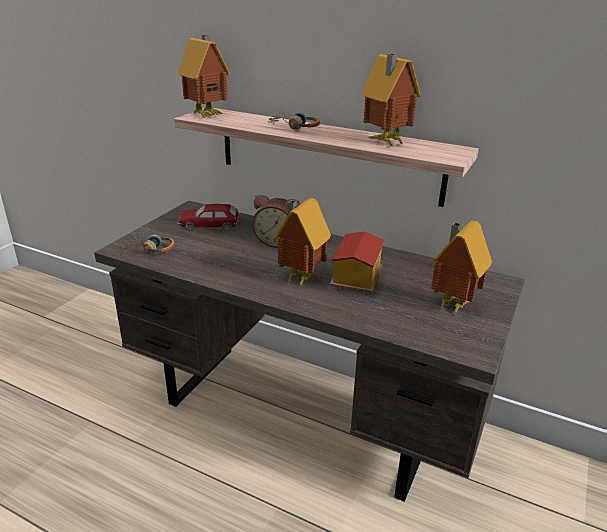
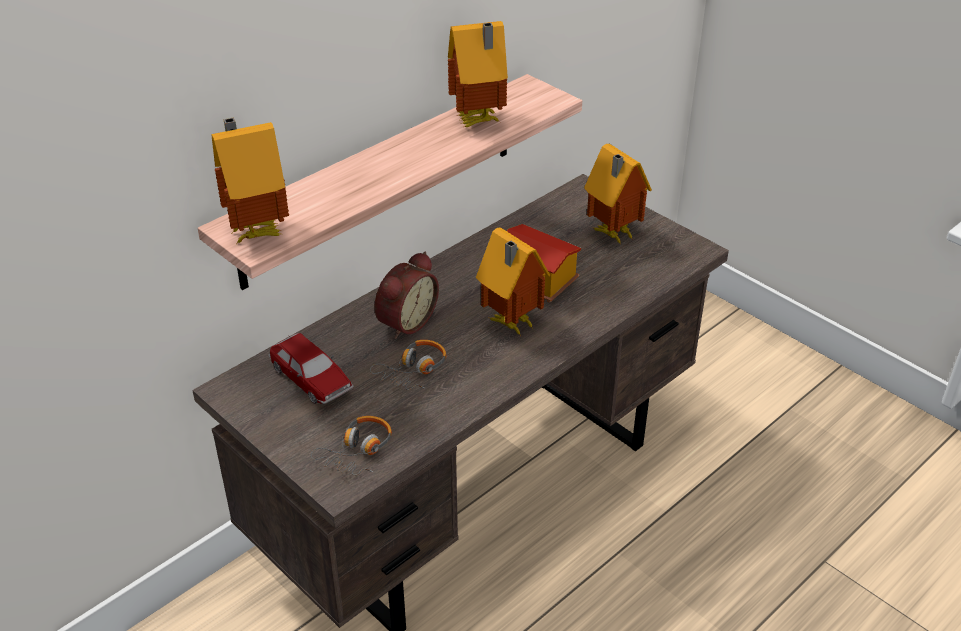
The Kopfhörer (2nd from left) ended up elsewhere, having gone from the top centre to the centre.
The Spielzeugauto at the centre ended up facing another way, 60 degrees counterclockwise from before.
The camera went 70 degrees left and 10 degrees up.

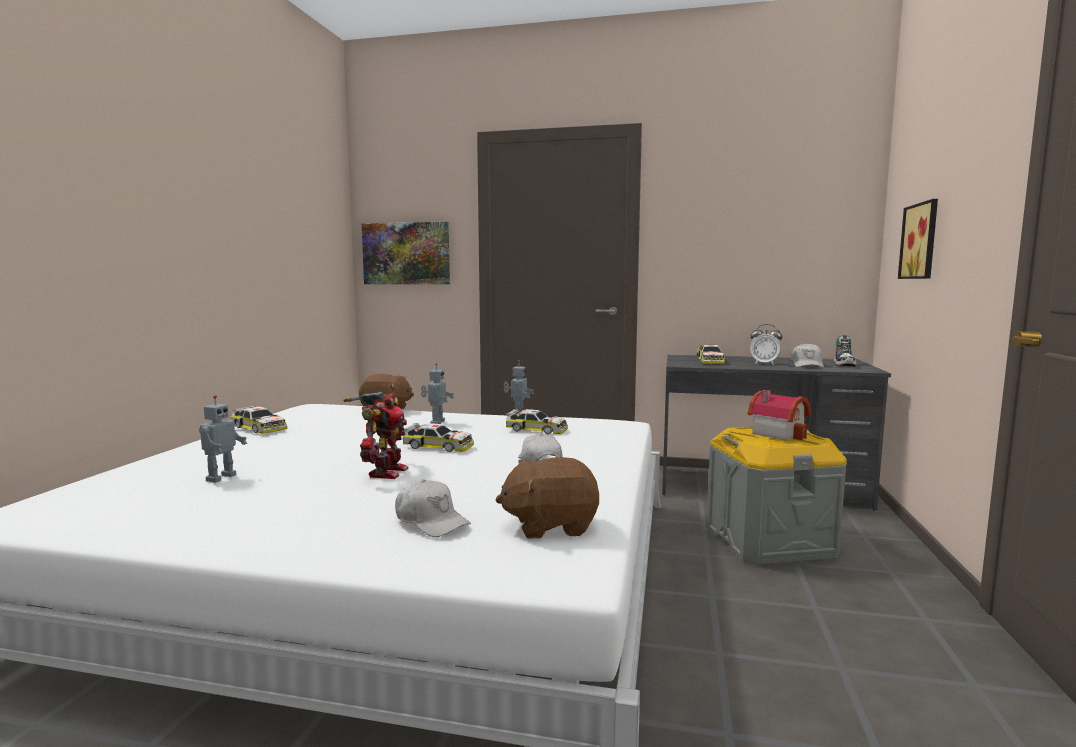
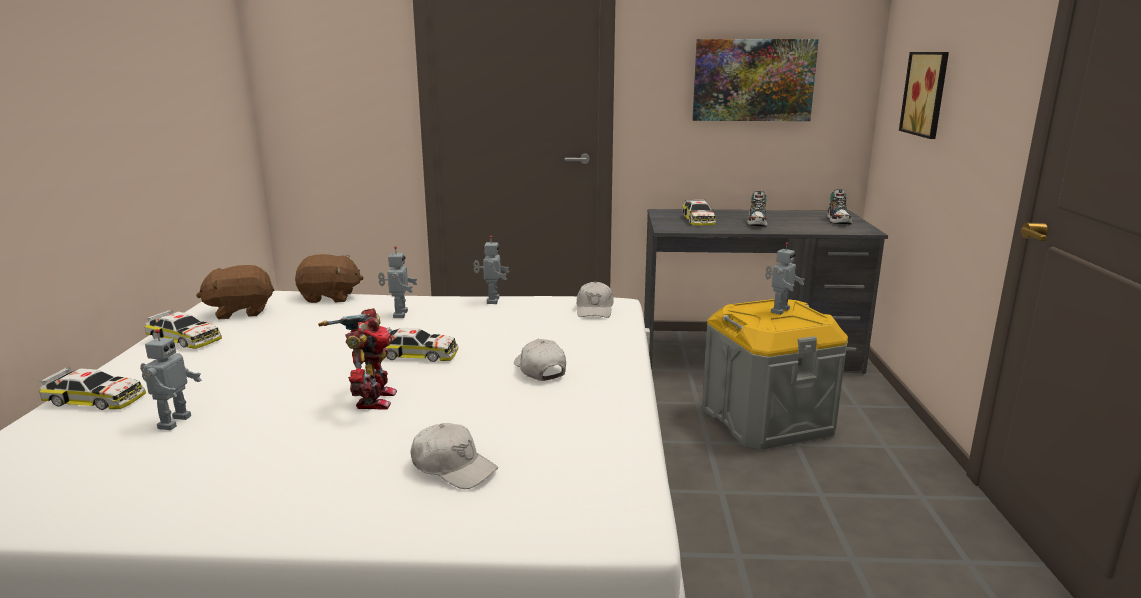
The Bild (1st from left) ended up elsewhere, having gone from the centre to the top centre.
Where the Wecker stood at the middle right, the Schuh (1st from left) came to stand at the centre.
The Kappe/weiß (3rd from left) ended up elsewhere, having gone from the middle right to the centre.
Where the Spielzeughaus stood at the middle right, the Spielzeugroboter (5th from left) came to stand at the middle right.
The Spielzeugauto (3rd from left in the first image) ended up elsewhere, having gone from the centre to the middle left.
The Plüschtier/braun (2nd from left in the first image) ended up elsewhere, having gone from the bottom centre to the middle left.
The camera went 10 degrees left and 10 degrees up.

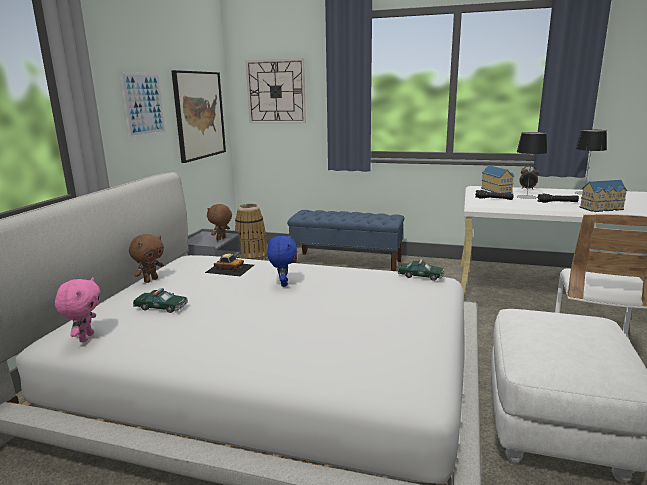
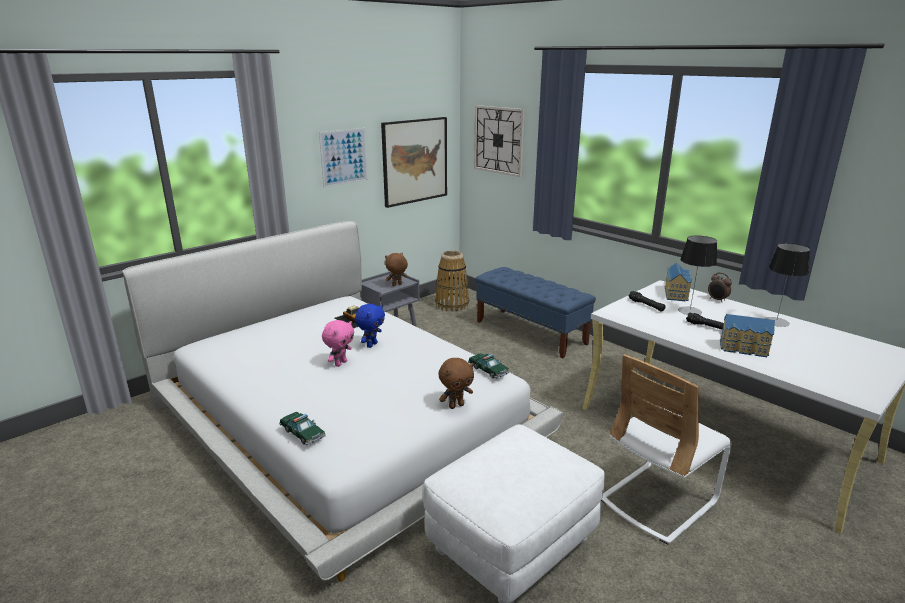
The Plüschtier/braun (1st from left in the first image) ended up elsewhere, having gone from the middle left to the centre.
The Plüschtier/rosa ended up elsewhere, having gone from the middle left to the centre.
The Spielzeugauto (1st from left) ended up elsewhere, having gone from the middle left to the bottom centre.
The camera went 30 degrees right and 5 degrees up.

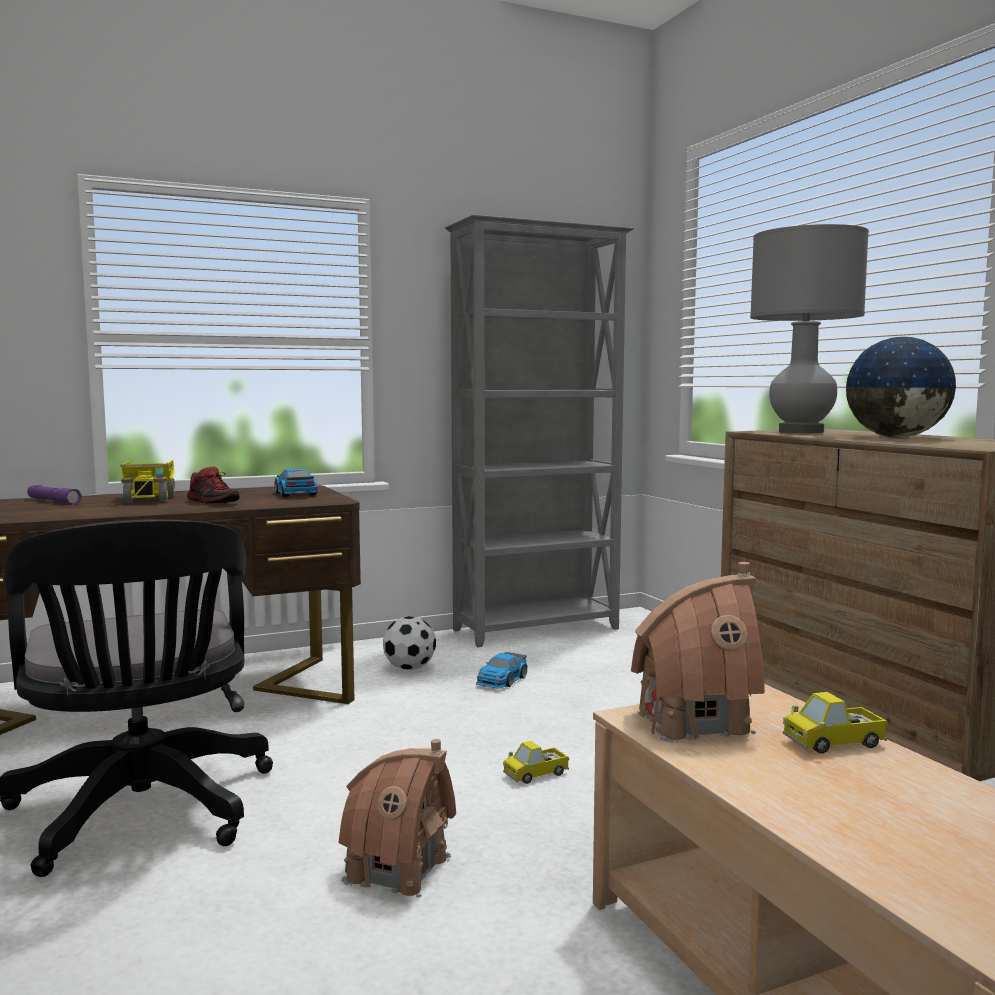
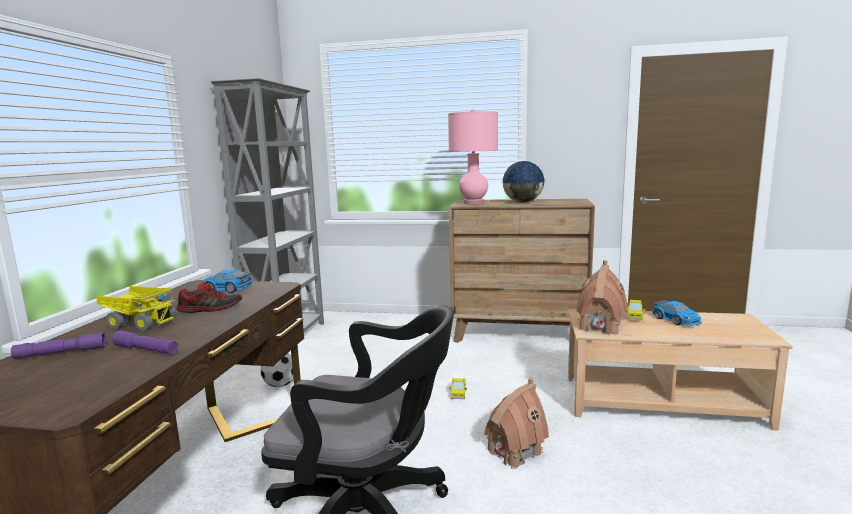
What was the Tischlampe/grau at the top right turned into the Tischlampe/rosa at the top centre.
The Spielzeugauto (2nd from left) ended up elsewhere, having gone from the bottom centre to the middle right.
The second view gained the Taschenlampe/lila (2nd from left) at the middle left.
The camera went 55 degrees left and 5 degrees up.

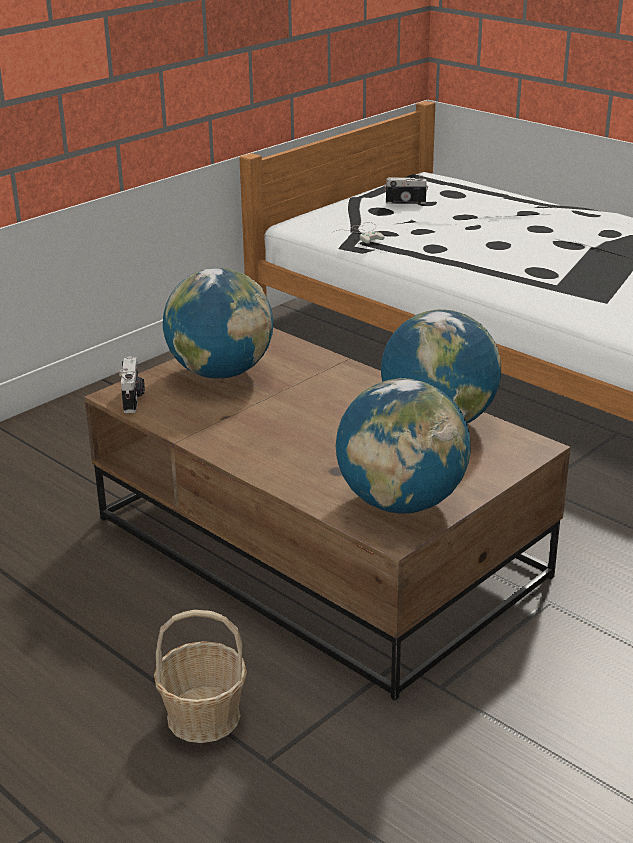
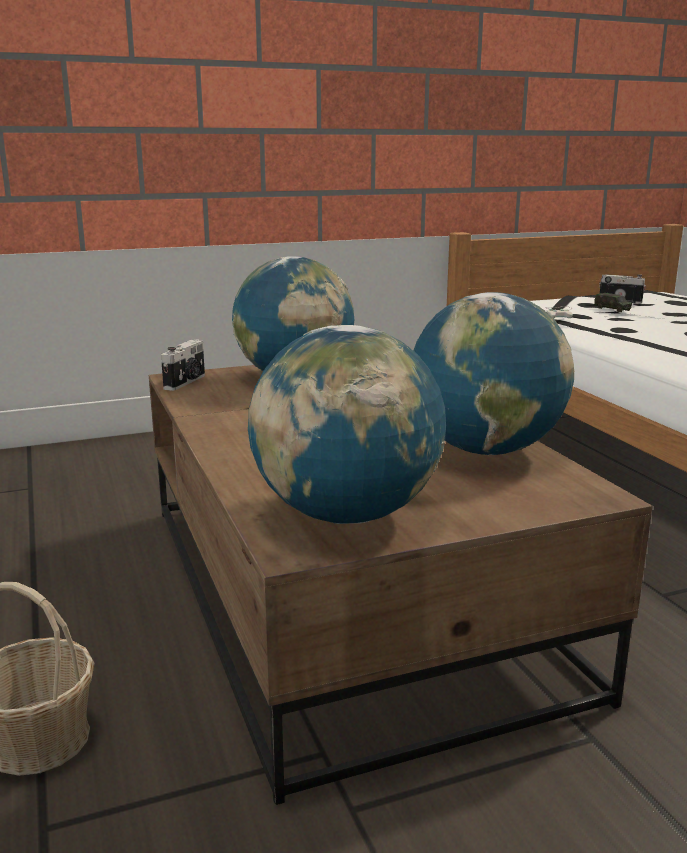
The second view gained the Spielzeugauto at the middle right.
The camera went 25 degrees right and 10 degrees down.

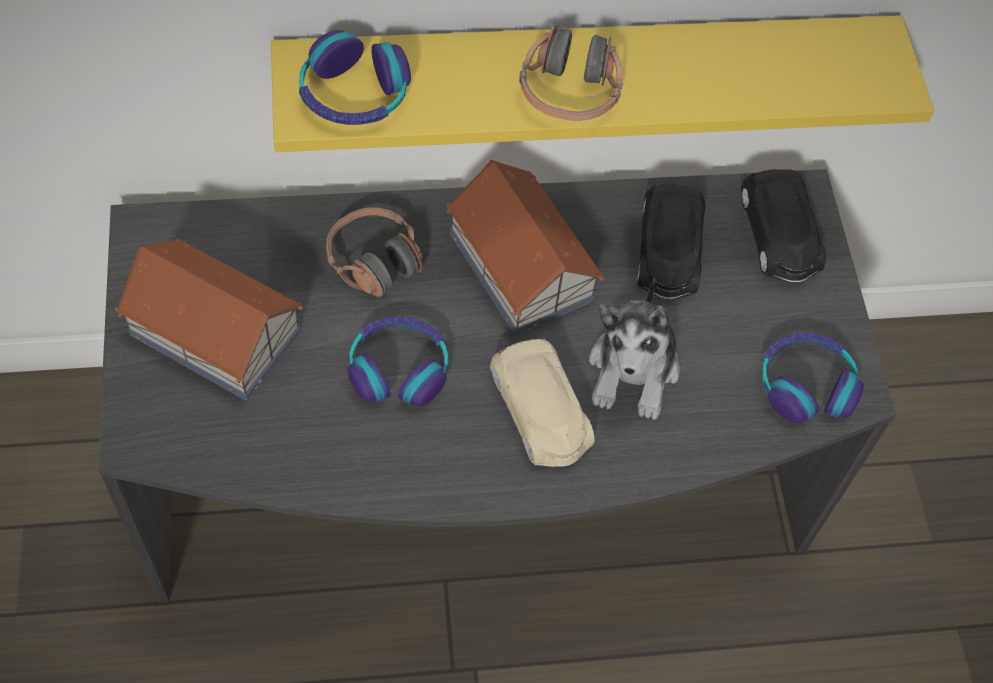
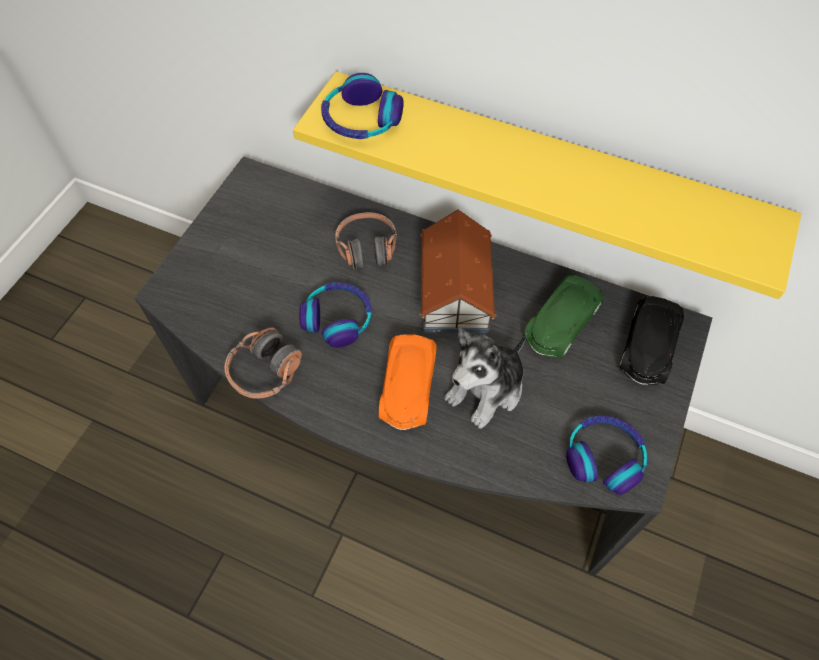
The Kopfhörer (4th from left in the first image) ended up elsewhere, having gone from the top centre to the middle left.
What was the Spielzeugauto/schwarz (1st from left) at the middle right turned into the Spielzeugauto/grün at the middle right.
The second view lost the Spielzeughaus (1st from left) at the middle left.
What was the Spielzeugauto/beige at the centre turned into the Spielzeugauto/orange at the centre.
The camera went 35 degrees right and 0 degrees up.

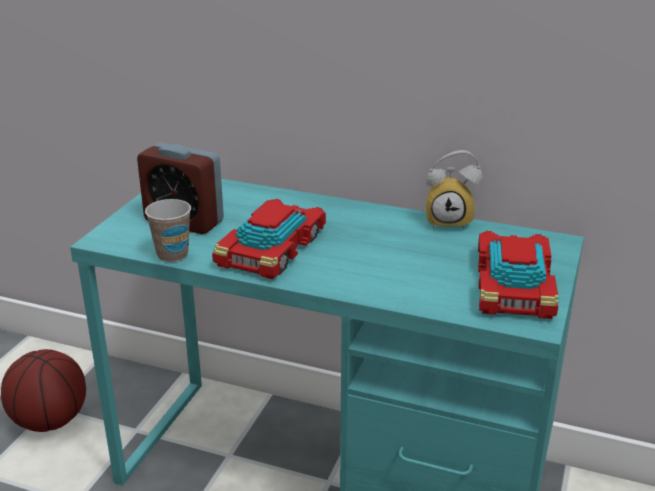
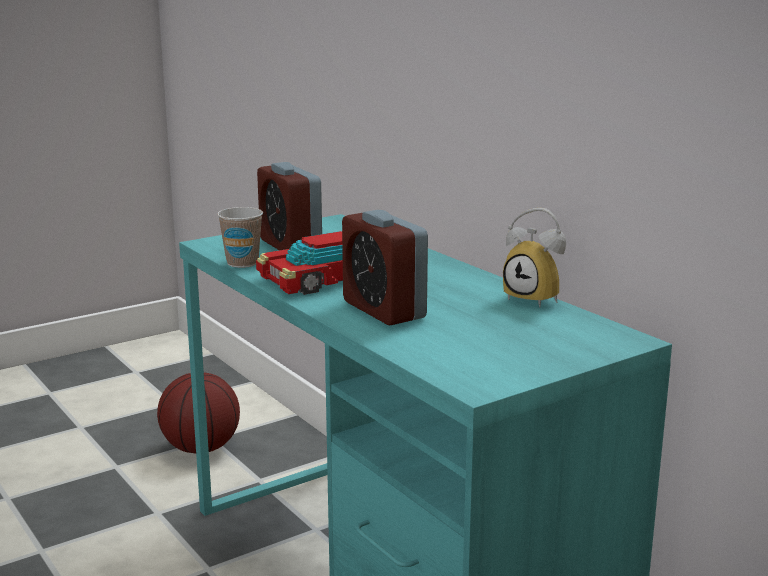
The second view lost the Spielzeugauto (2nd from left) at the middle right.
The second view gained the Wecker (2nd from left) at the centre.
The camera went 35 degrees right and 10 degrees down.

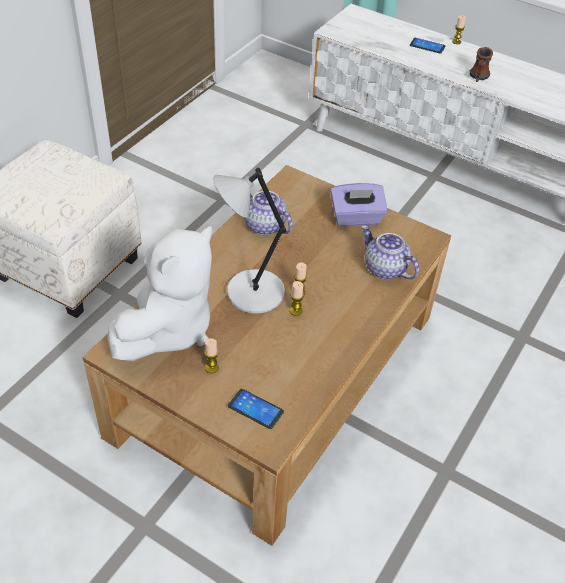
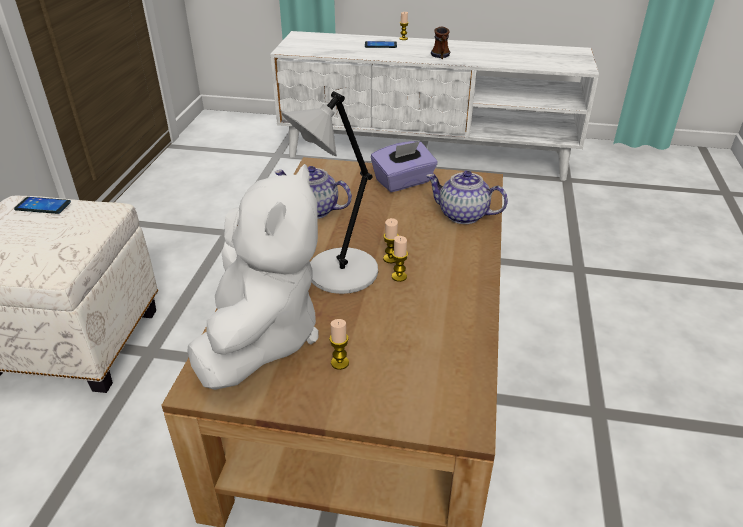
The Handy (1st from left) ended up elsewhere, having gone from the bottom centre to the middle left.
The camera went 20 degrees left and 10 degrees down.

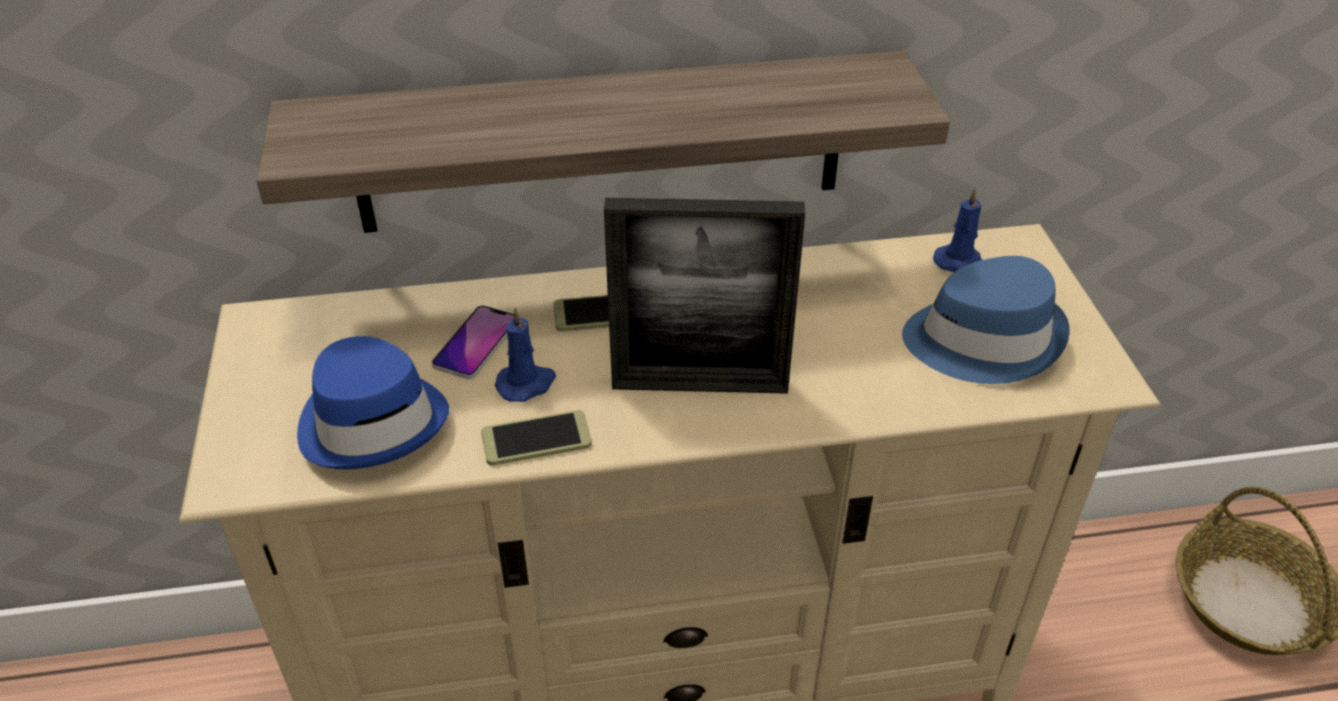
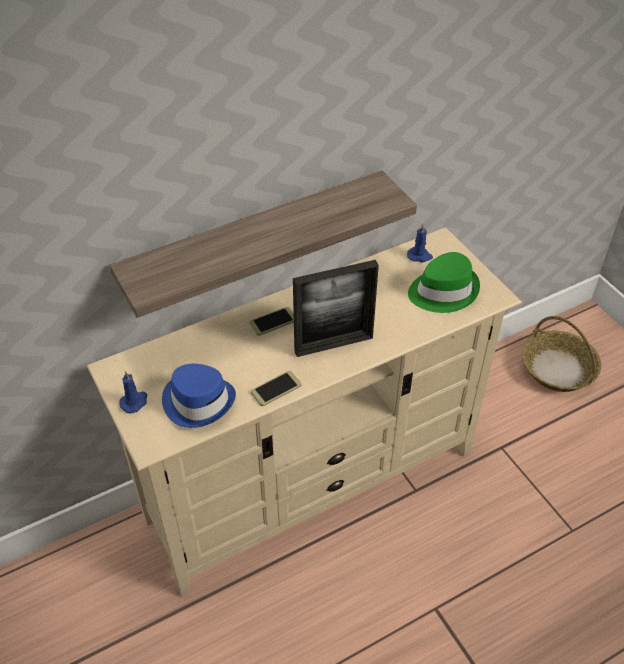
What was the Hut/blau (2nd from left) at the middle right turned into the Hut/grün at the middle right.
The second view lost the Handy (1st from left) at the centre.
The Kerze/blau (1st from left) ended up elsewhere, having gone from the centre to the middle left.
The camera went 20 degrees left and 5 degrees up.

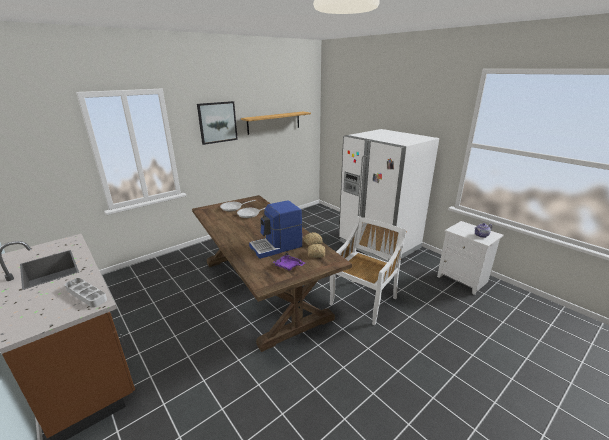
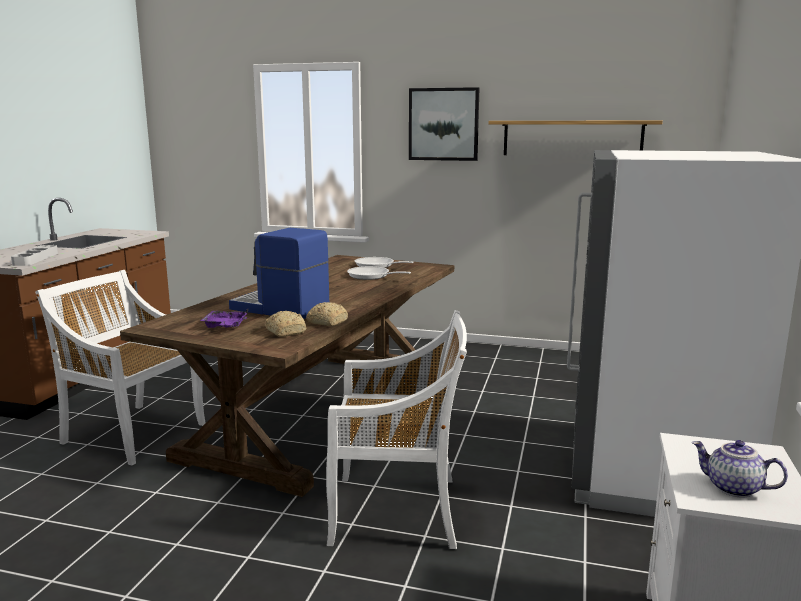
The second view gained the Stuhl/weiß (1st from left) at the middle left.
The camera went 55 degrees right and 10 degrees down.

